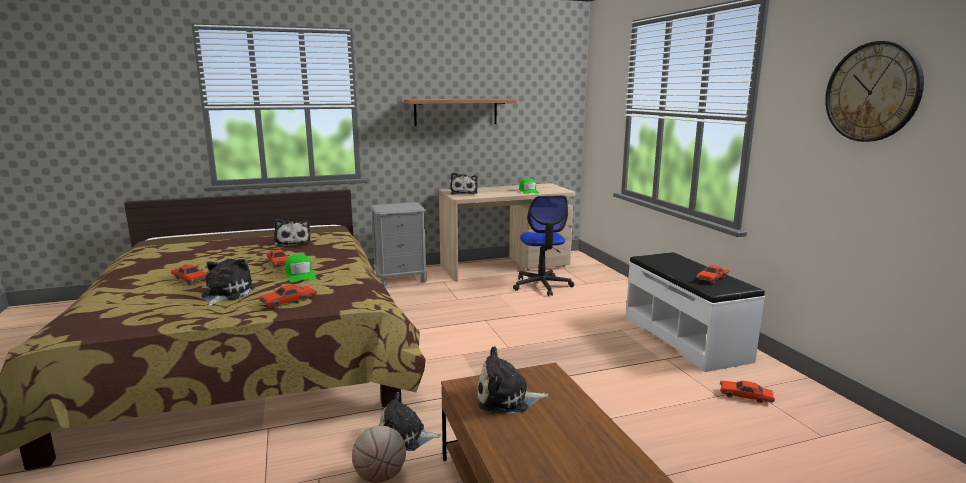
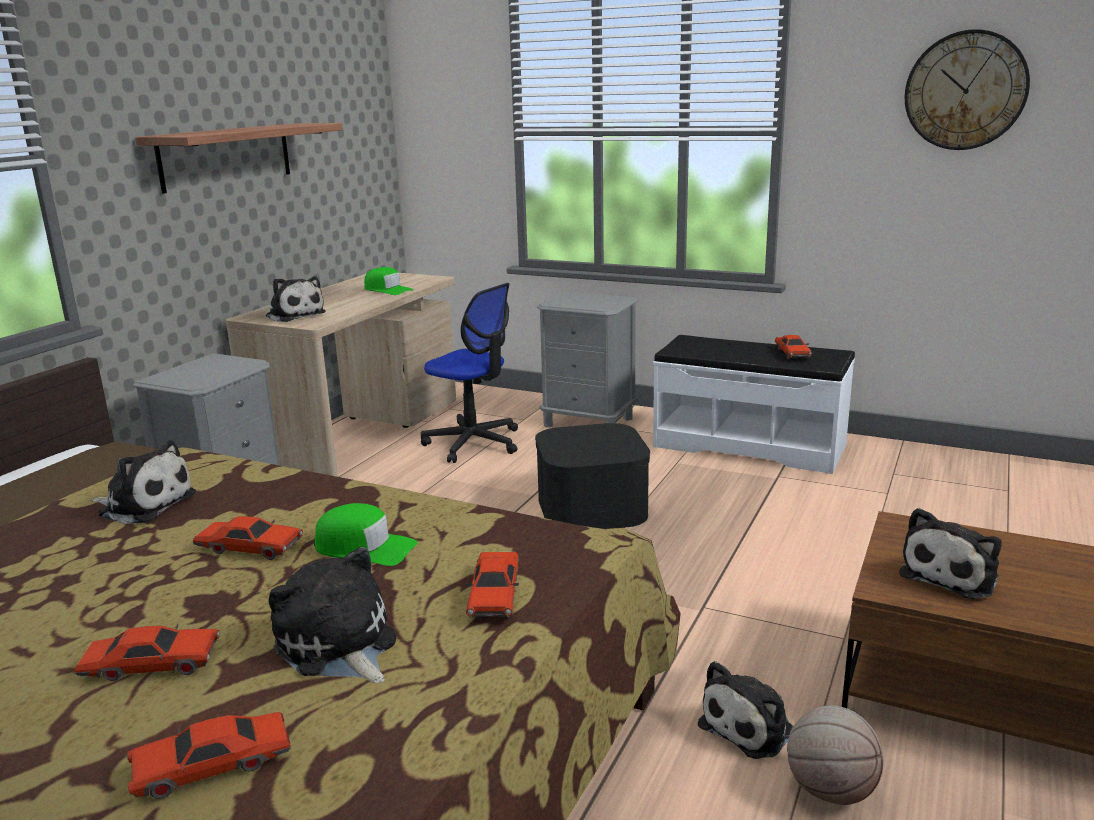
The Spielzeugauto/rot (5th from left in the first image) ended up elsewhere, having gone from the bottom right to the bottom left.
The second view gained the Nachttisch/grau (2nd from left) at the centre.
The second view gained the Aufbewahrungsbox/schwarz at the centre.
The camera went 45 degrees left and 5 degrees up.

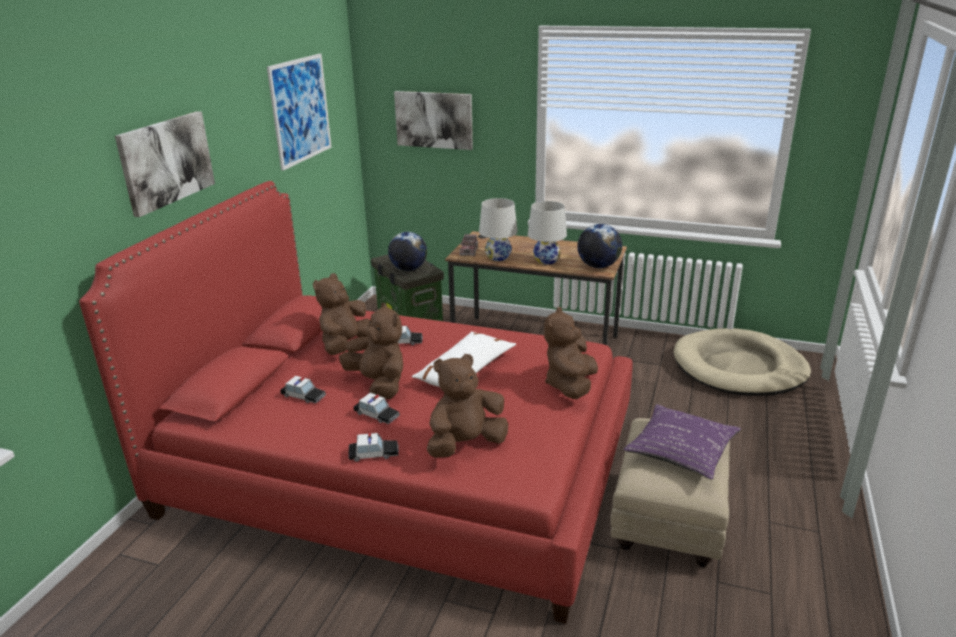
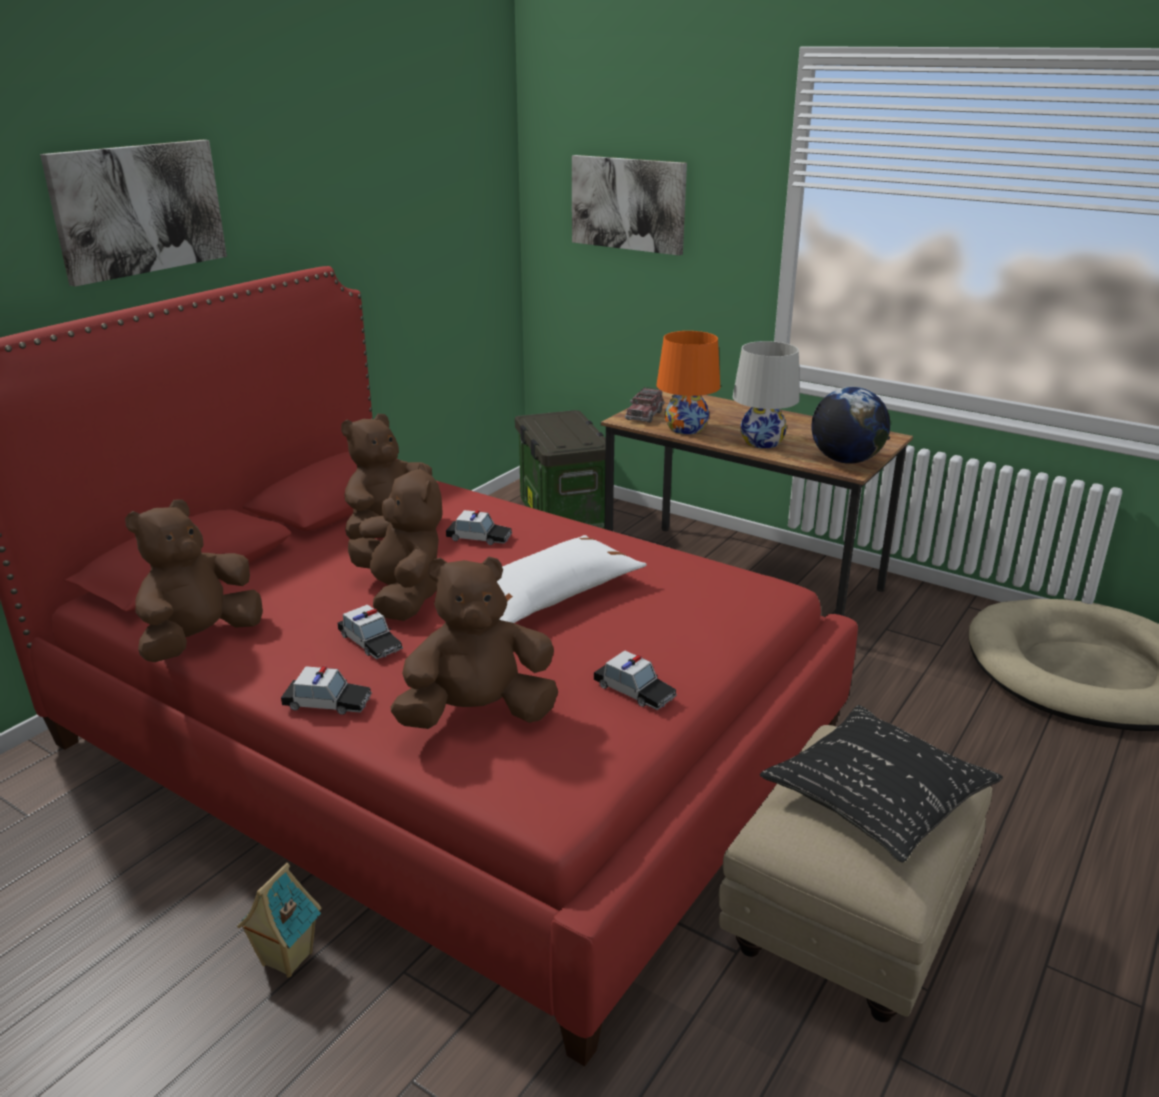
The second view lost the Bild (2nd from left) at the top left.
What was the Tischlampe/weiß (1st from left) at the centre turned into the Tischlampe/orange at the centre.
The second view lost the Globus (1st from left) at the centre.
The Plüschtier/braun (4th from left in the first image) ended up elsewhere, having gone from the centre to the middle left.
The Spielzeugauto (1st from left in the first image) ended up elsewhere, having gone from the middle left to the centre.
What was the Kissen/lila at the bottom right turned into the Kissen/schwarz at the bottom right.
The second view gained the Spielzeughaus at the bottom left.
The camera went 15 degrees right and 0 degrees up.

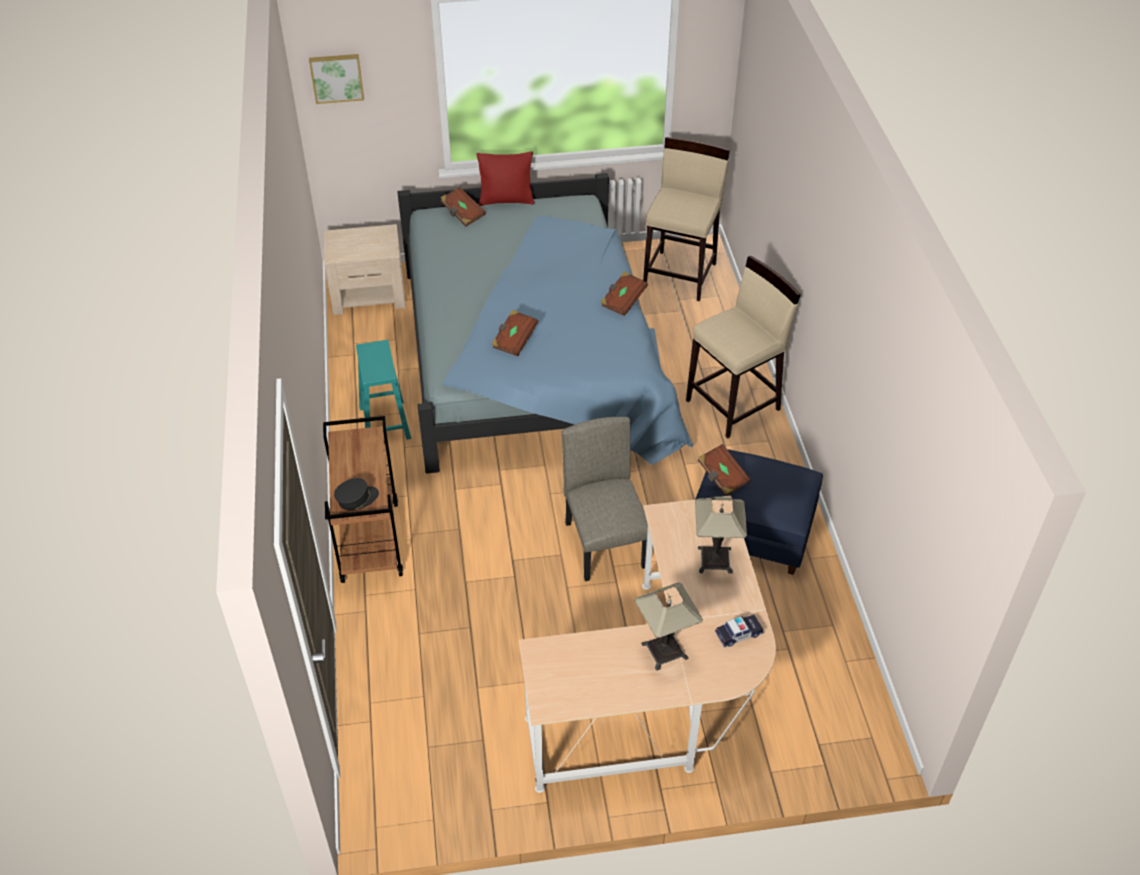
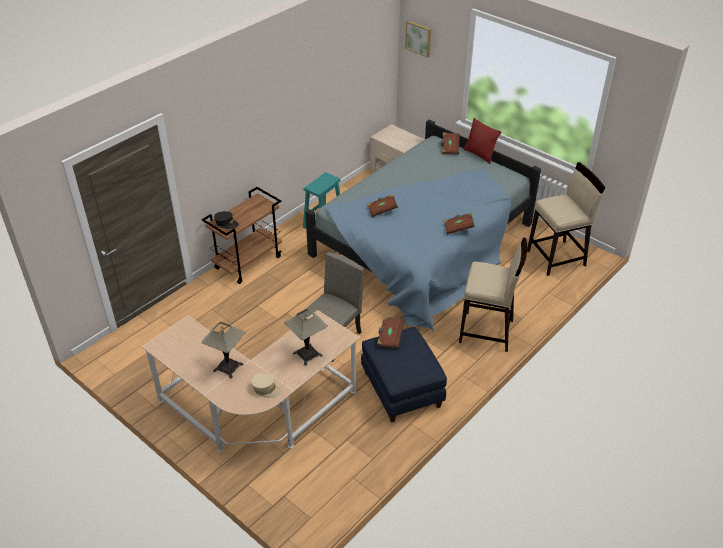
Where the Spielzeugauto stood at the bottom centre, the Kappe/beige came to stand at the bottom centre.
The camera went 50 degrees right and 5 degrees down.

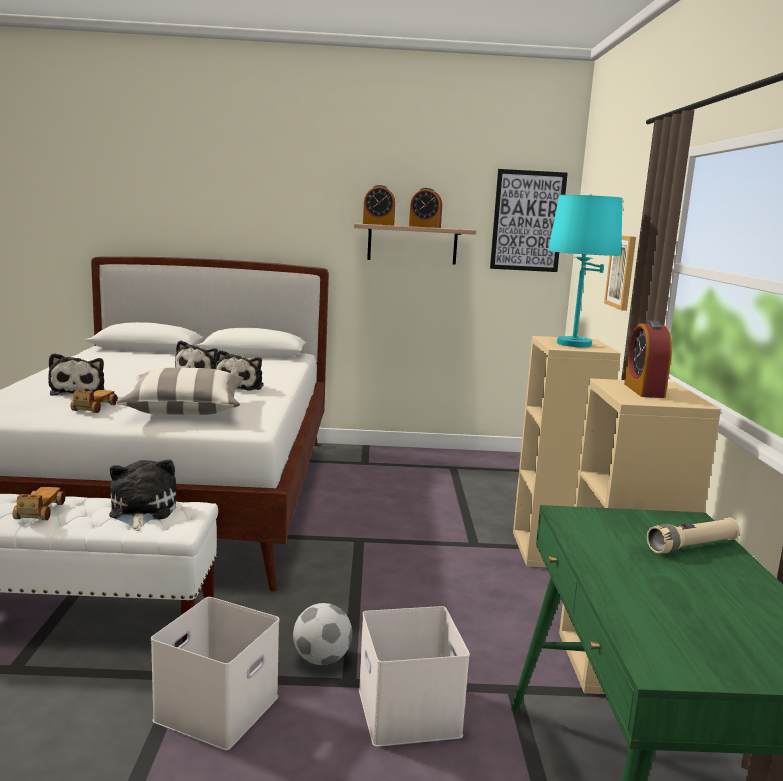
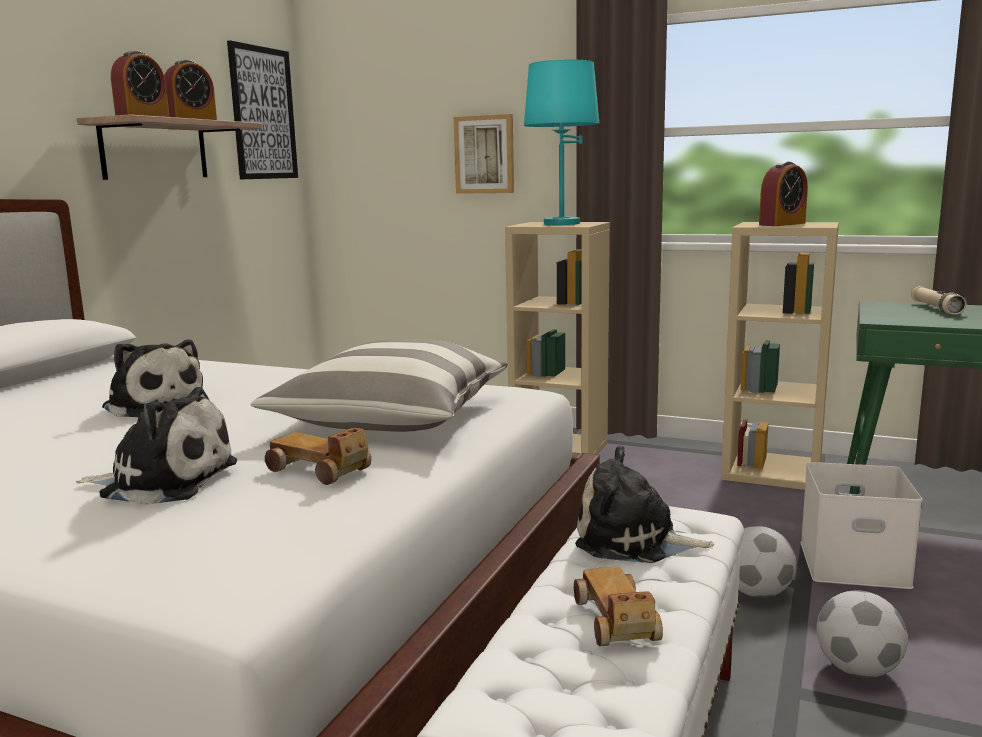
The Wecker (3rd from left) at the middle right ended up facing another way, 60 degrees counterclockwise from before.
The second view lost the Plüschtier (4th from left) at the middle left.
The Spielzeugauto (1st from left in the first image) at the middle left ended up facing another way, 60 degrees clockwise from before.
Where the Aufbewahrungsbox/weiß (1st from left) stood at the bottom left, the Fußball (2nd from left) came to stand at the bottom right.
The camera went 65 degrees left and 0 degrees up.

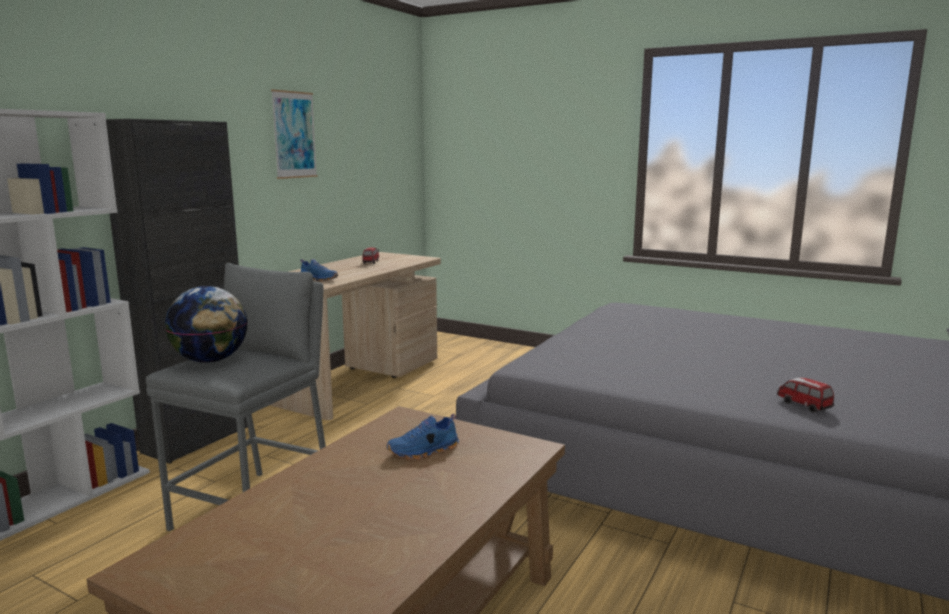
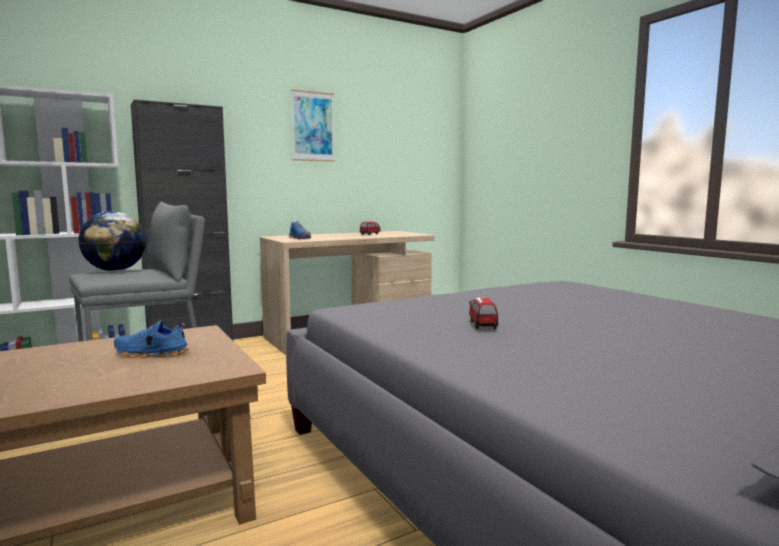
The Spielzeugauto (2nd from left) ended up elsewhere, having gone from the middle right to the centre.
The camera went 30 degrees right and 5 degrees down.

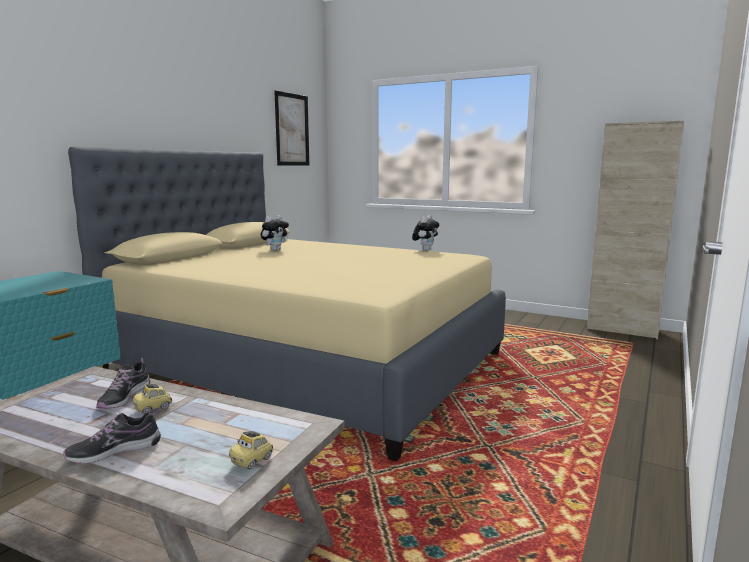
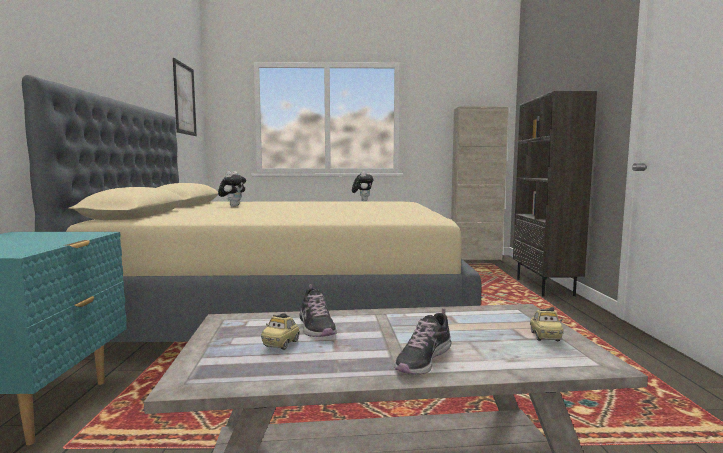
The Spielzeugauto (1st from left) ended up elsewhere, having gone from the bottom left to the bottom centre.
The second view gained the Bücherregal/braun at the middle right.
The camera went 30 degrees left and 5 degrees down.

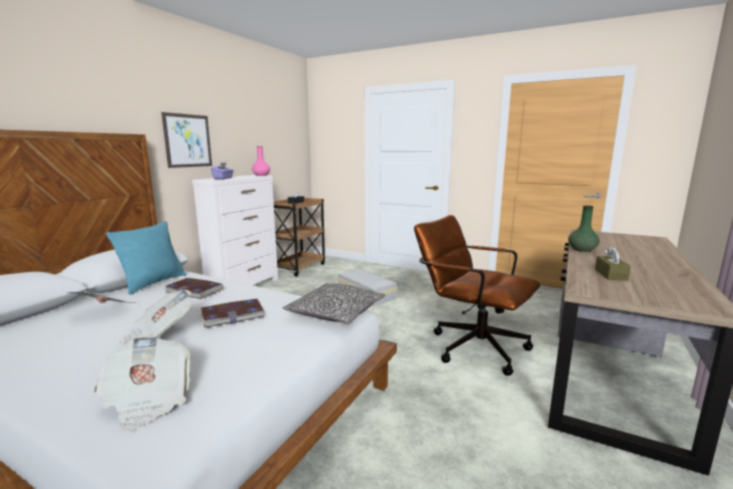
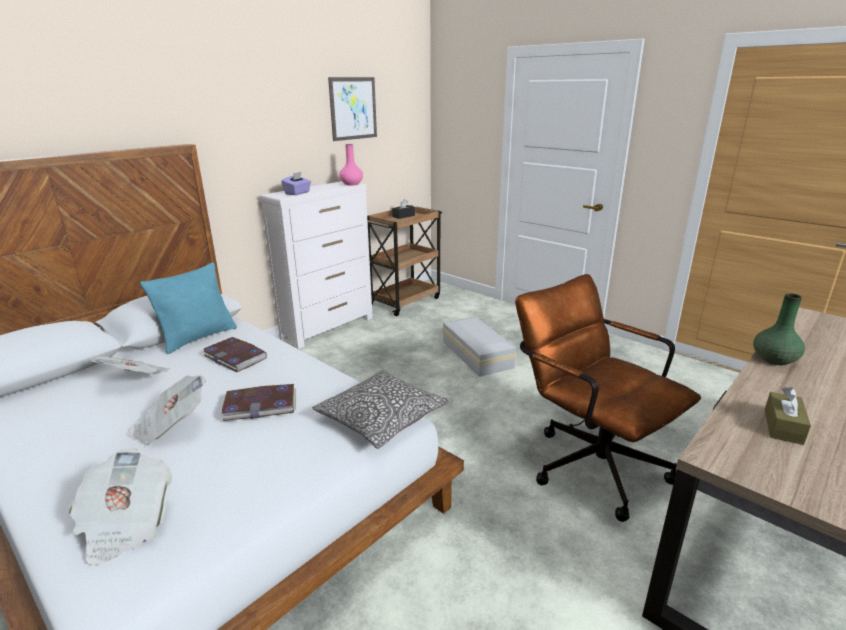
The Bild ended up elsewhere, having gone from the top left to the top centre.
The camera went 15 degrees right and 10 degrees up.

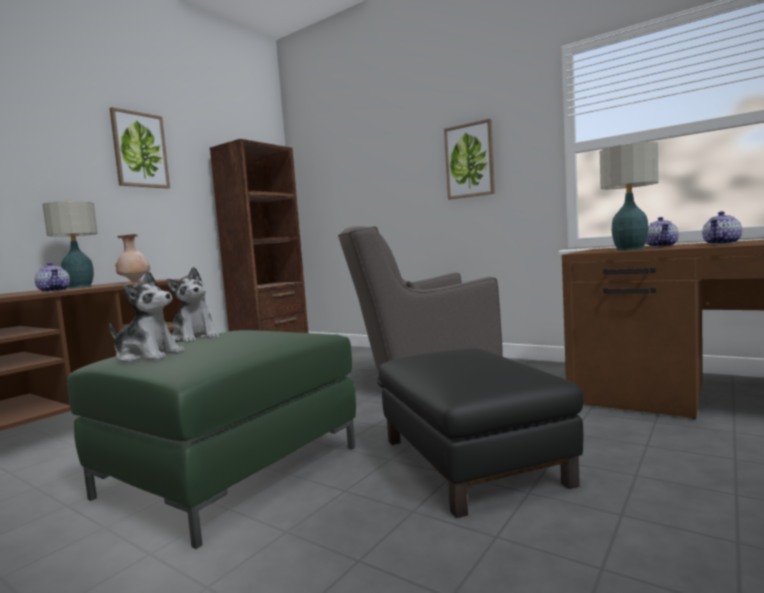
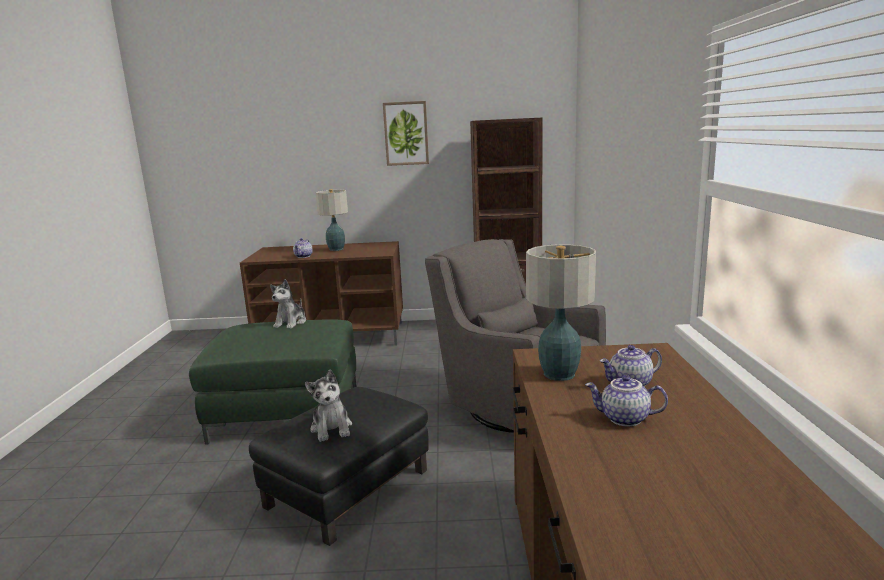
The second view lost the Bild (2nd from left) at the top centre.
The second view lost the Vase/beige at the middle left.
The Plüschtier (1st from left in the first image) ended up elsewhere, having gone from the middle left to the bottom centre.
The camera went 55 degrees right and 10 degrees up.

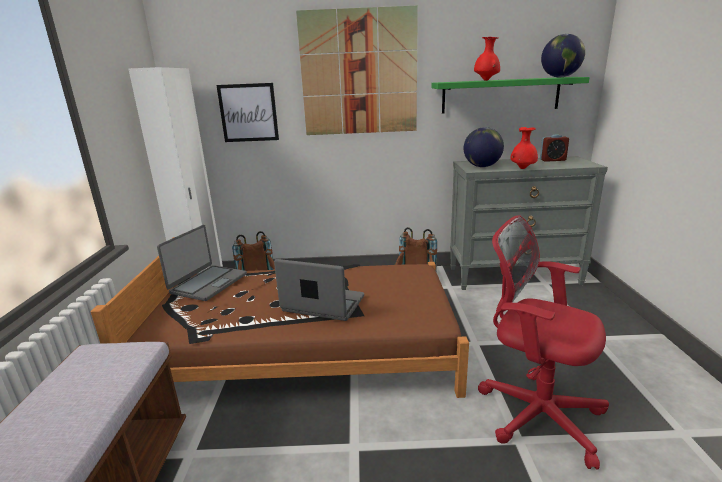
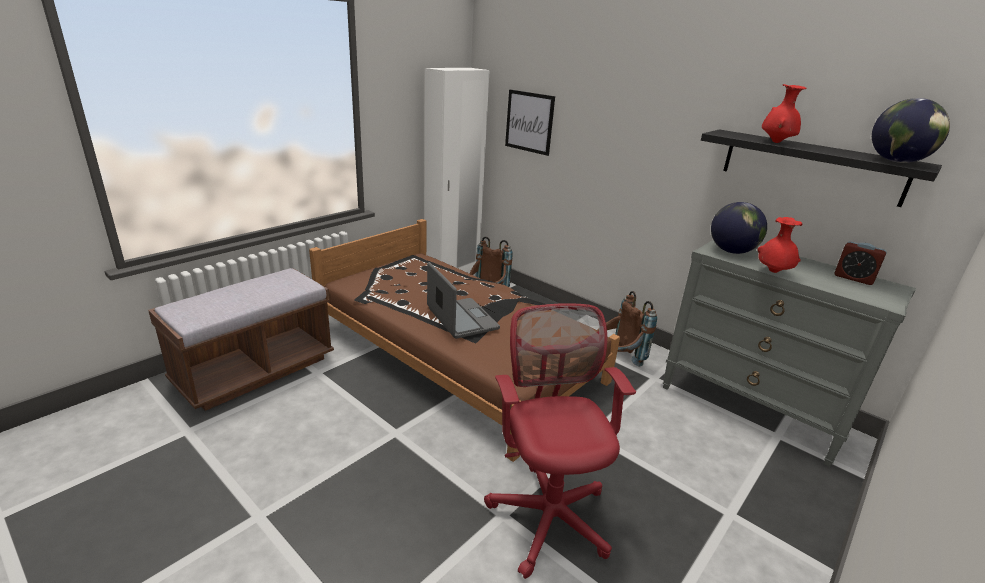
The second view lost the Bild (2nd from left) at the top centre.
What was the Wandregal/grün at the top right turned into the Wandregal/schwarz at the top right.
The second view lost the Laptop (1st from left) at the middle left.
The camera went 40 degrees right and 5 degrees up.

